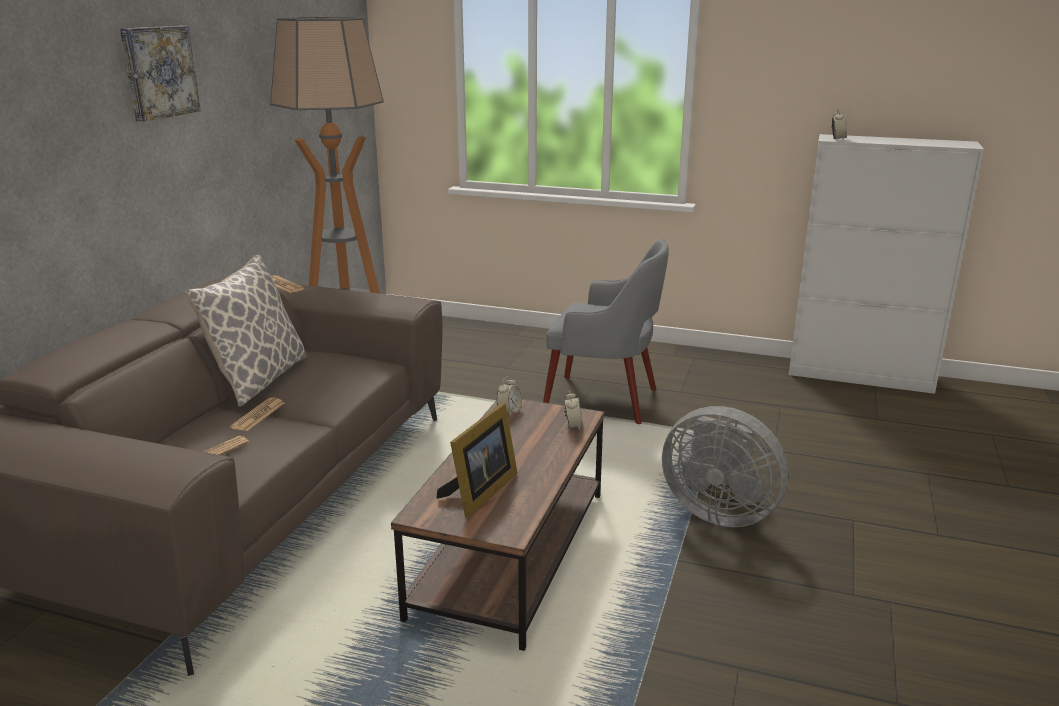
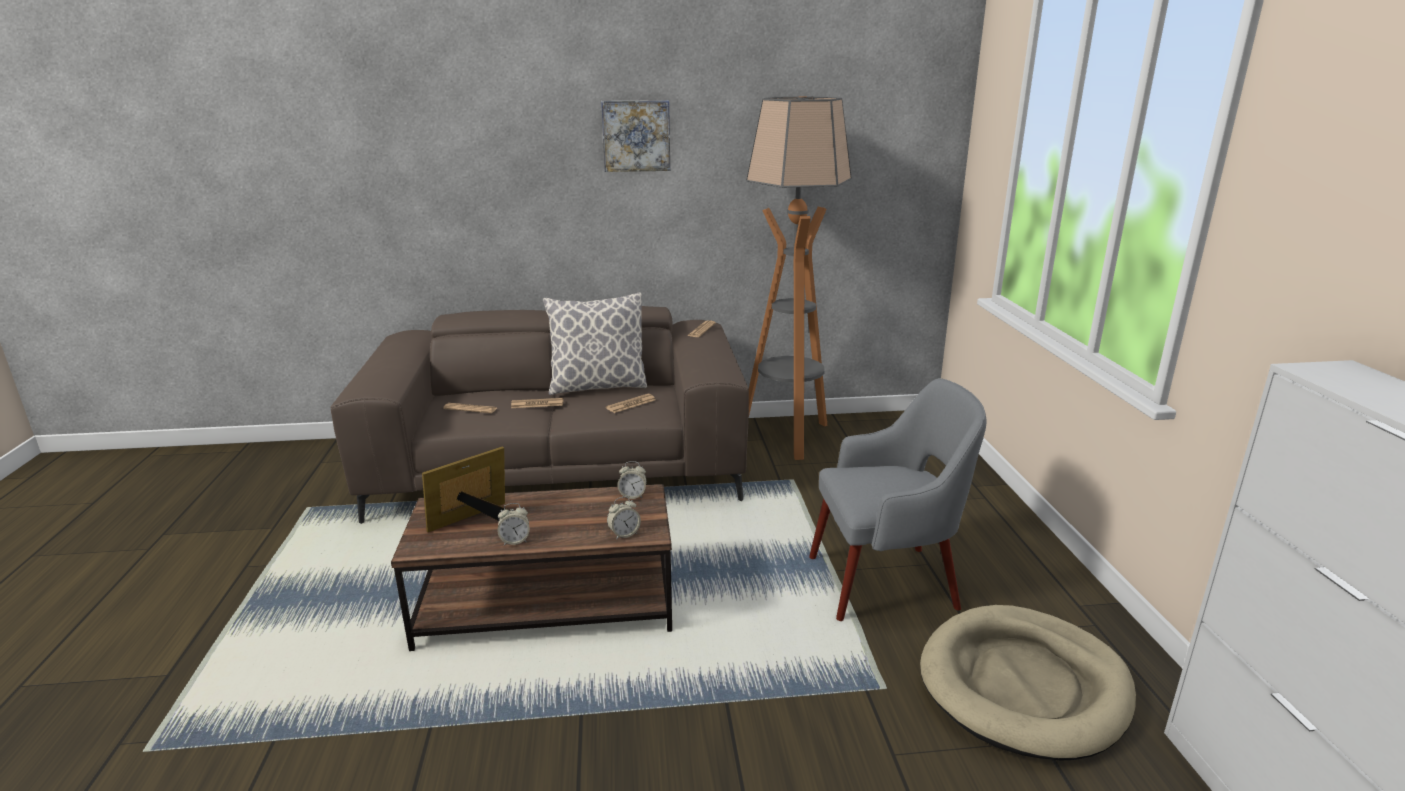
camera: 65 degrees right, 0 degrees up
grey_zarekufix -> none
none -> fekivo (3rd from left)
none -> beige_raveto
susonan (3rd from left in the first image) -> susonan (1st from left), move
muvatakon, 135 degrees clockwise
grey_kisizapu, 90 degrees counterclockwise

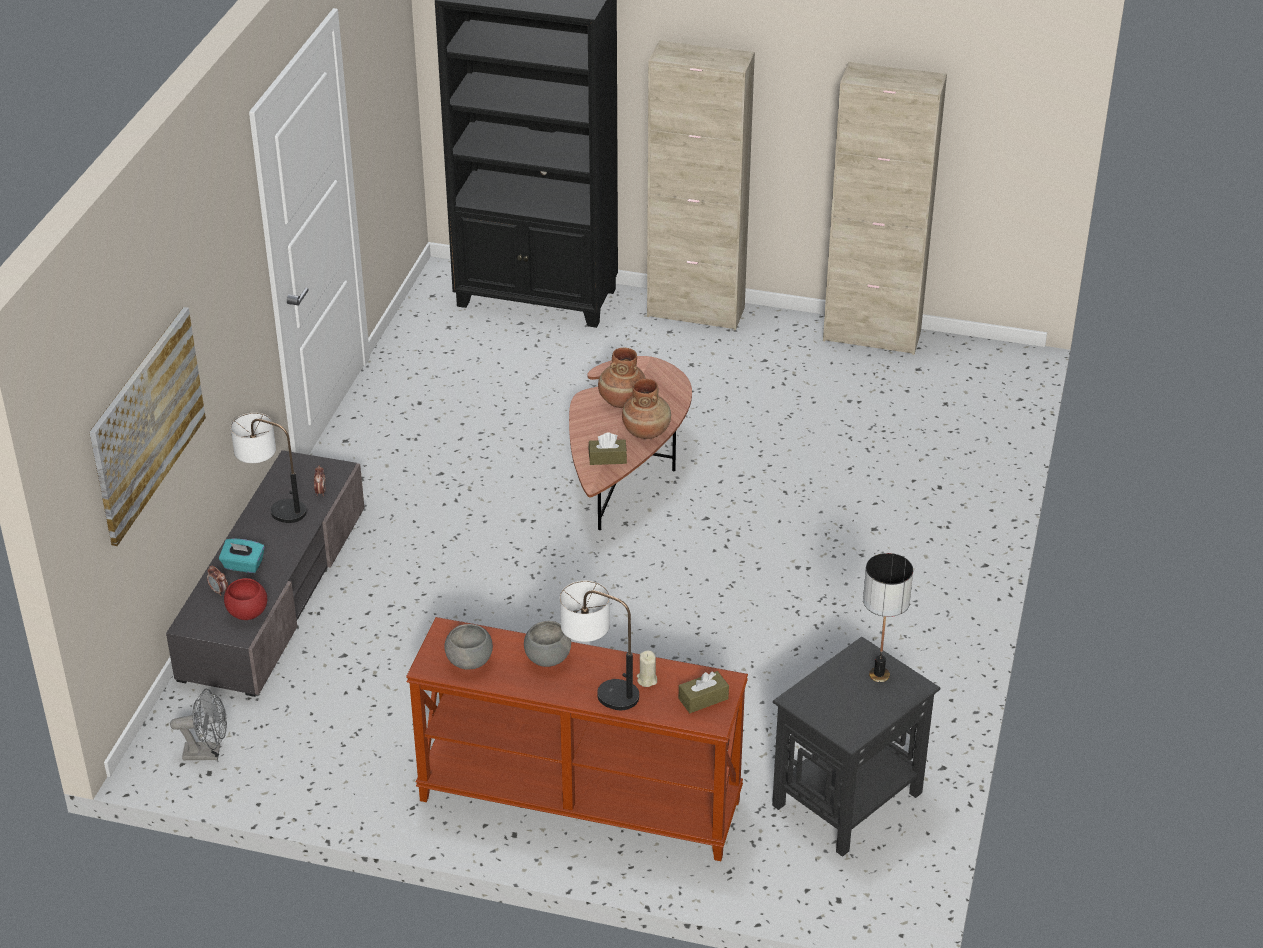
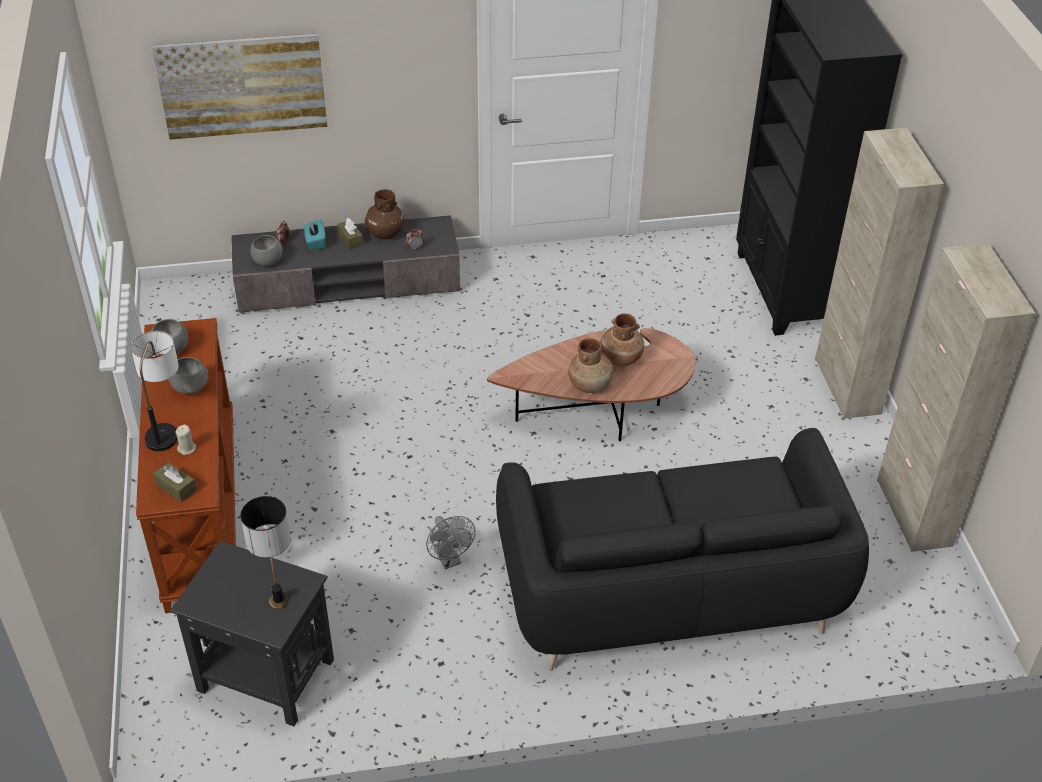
camera: 65 degrees right, 5 degrees up
none -> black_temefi
grey_zarekufix, move
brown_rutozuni (1st from left in the first image) -> brown_rutozuni (2nd from left), move
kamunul (1st from left) -> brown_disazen (1st from left)
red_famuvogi -> grey_famuvogi (3rd from left)

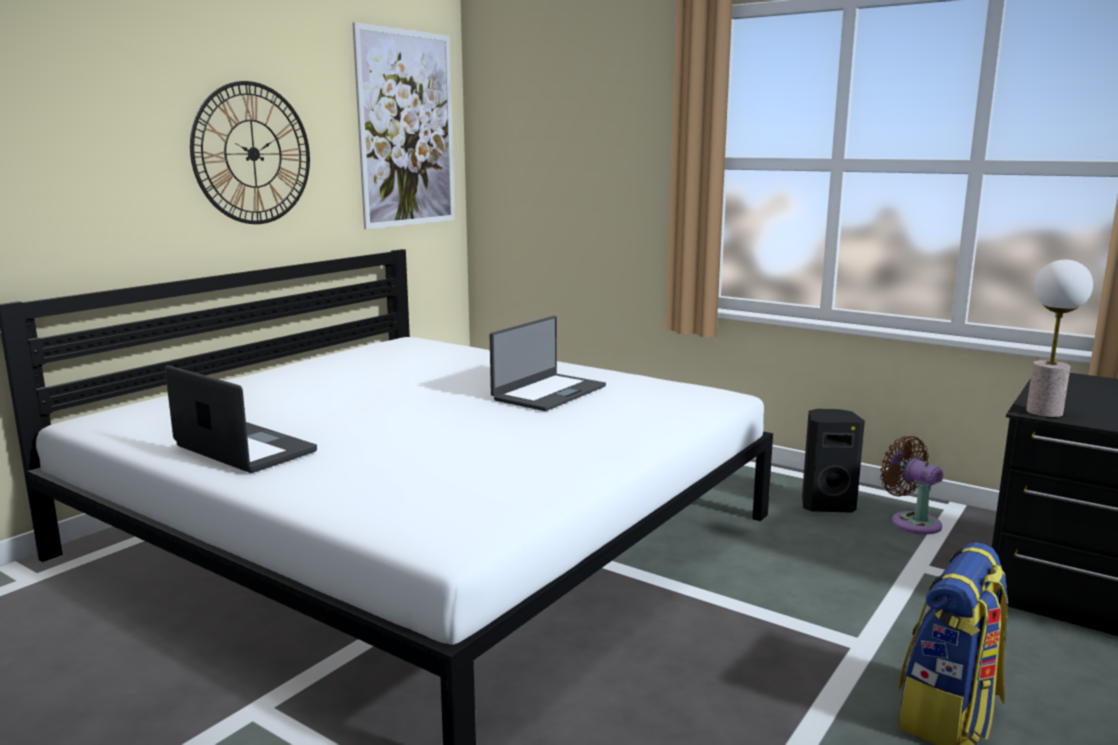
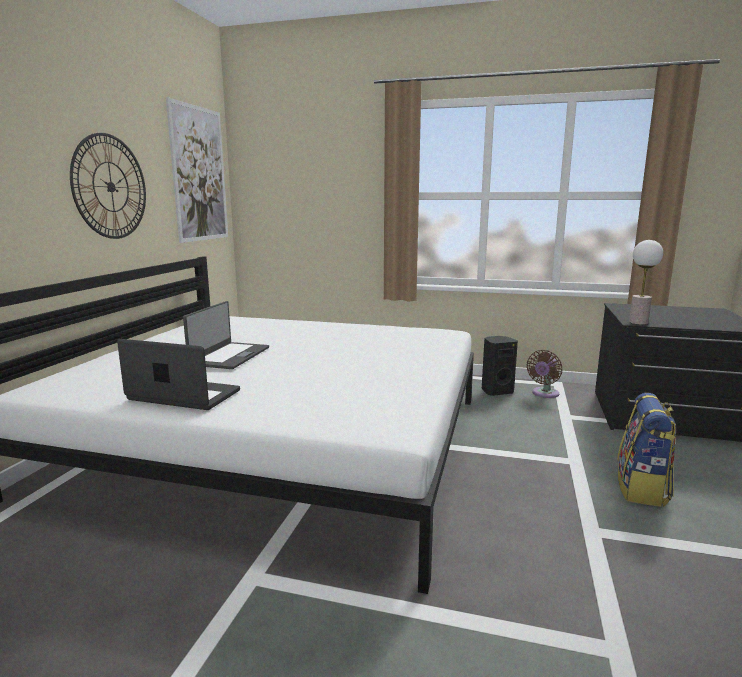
camera: 20 degrees left, 0 degrees up
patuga (2nd from left), move
brown_zarekufix, 90 degrees counterclockwise

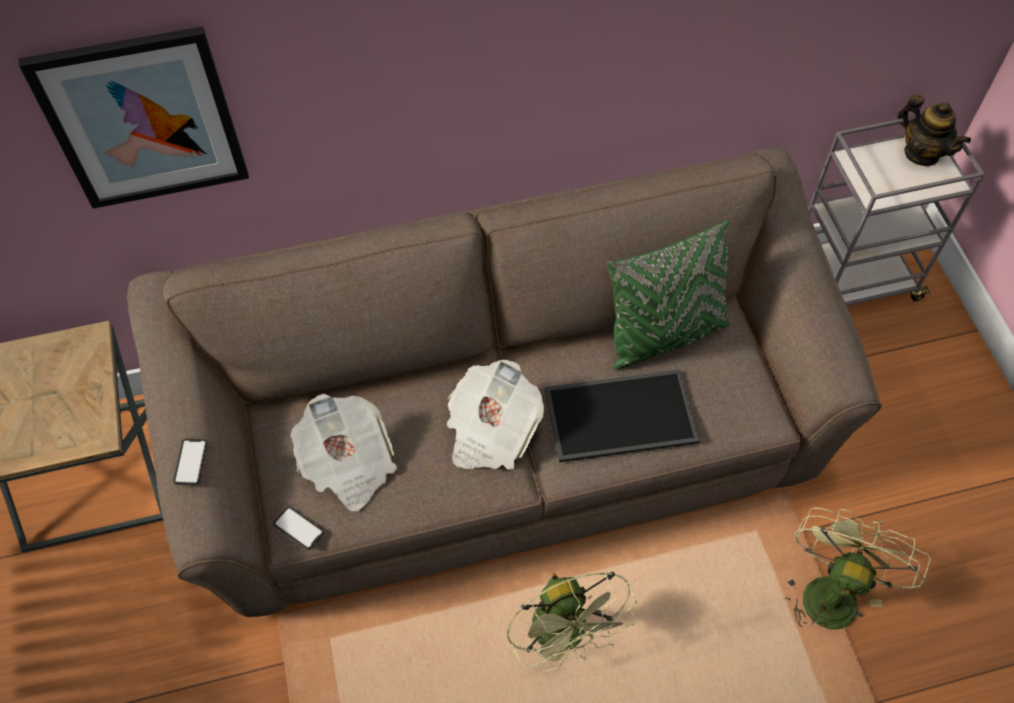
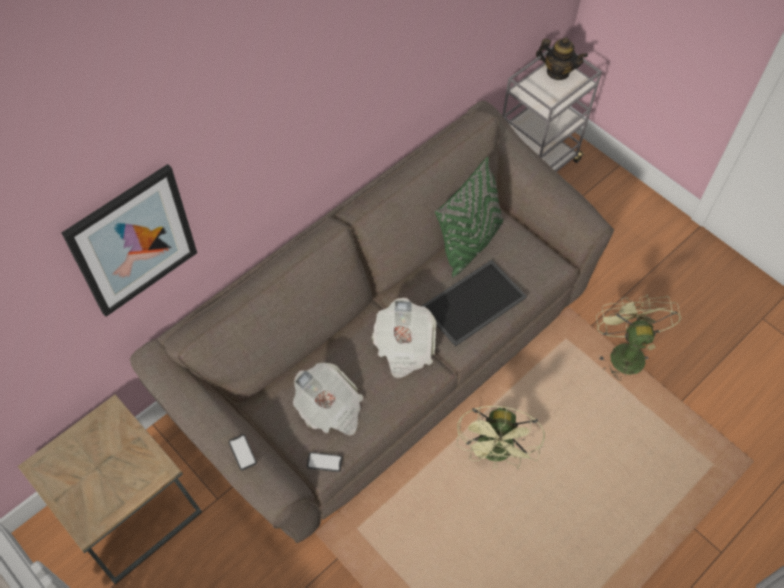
camera: 30 degrees left, 0 degrees up
green_zarekufix (1st from left), 60 degrees clockwise

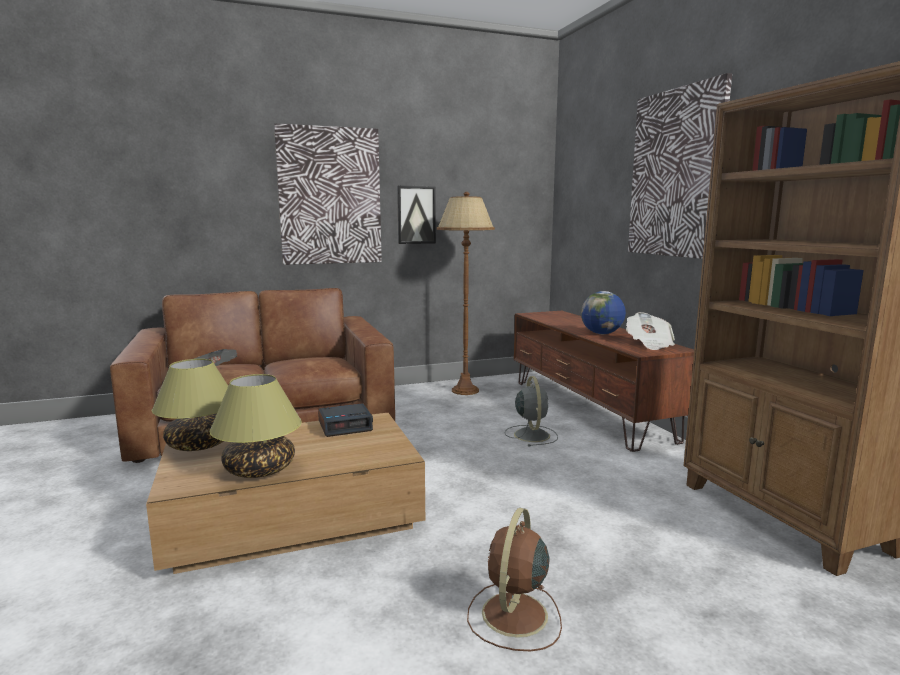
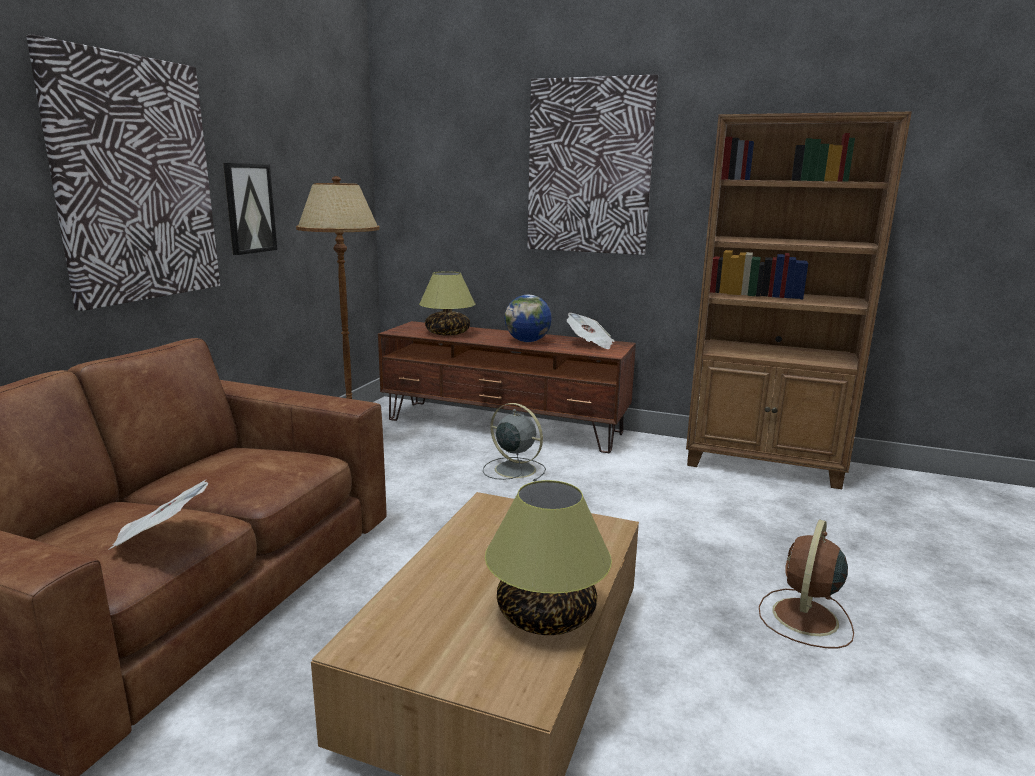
camera: 50 degrees left, 5 degrees up
susonan -> none
kamunul (1st from left), move
brown_zarekufix, 60 degrees clockwise

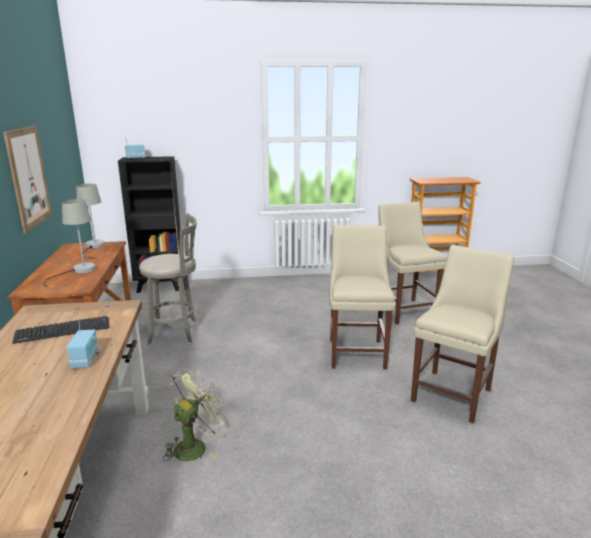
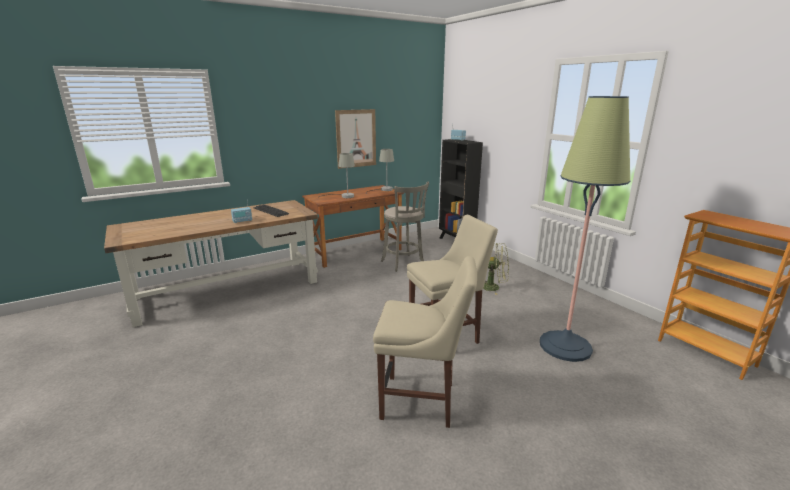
camera: 65 degrees right, 0 degrees up
green_zarekufix, move
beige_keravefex (2nd from left) -> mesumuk

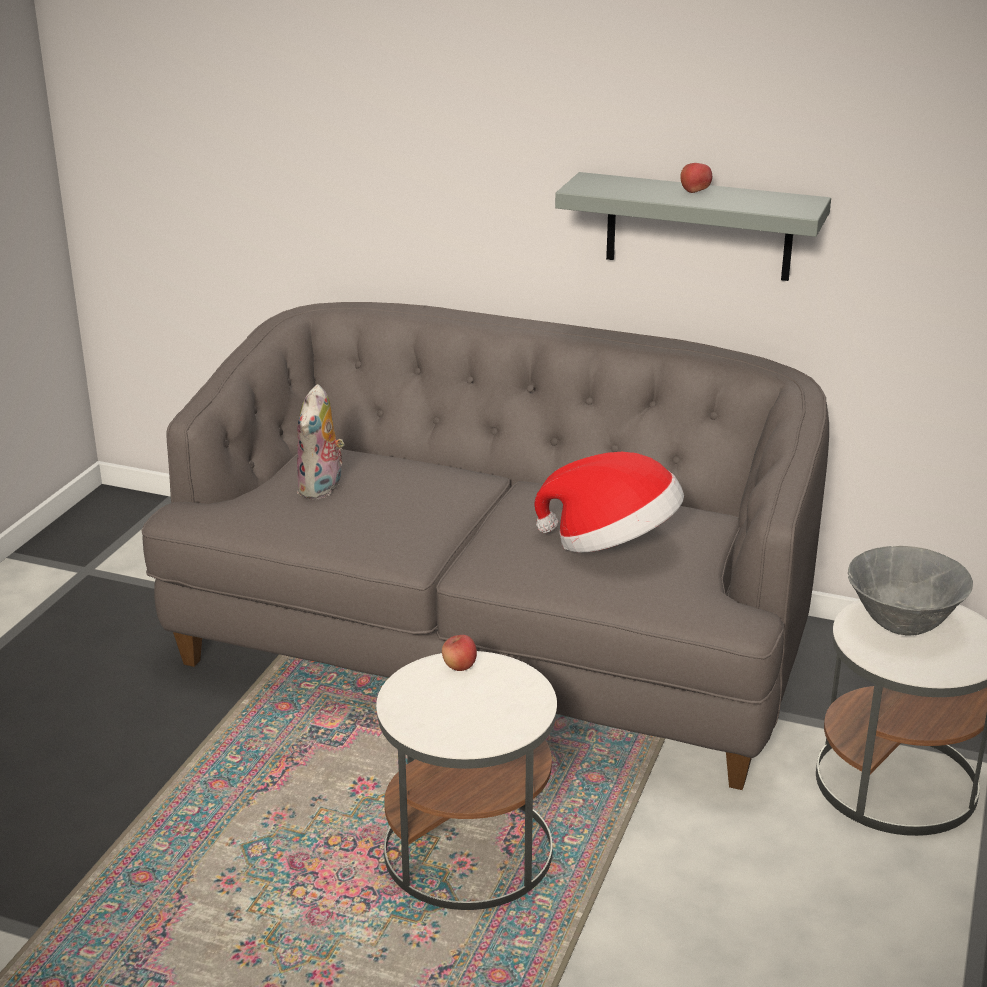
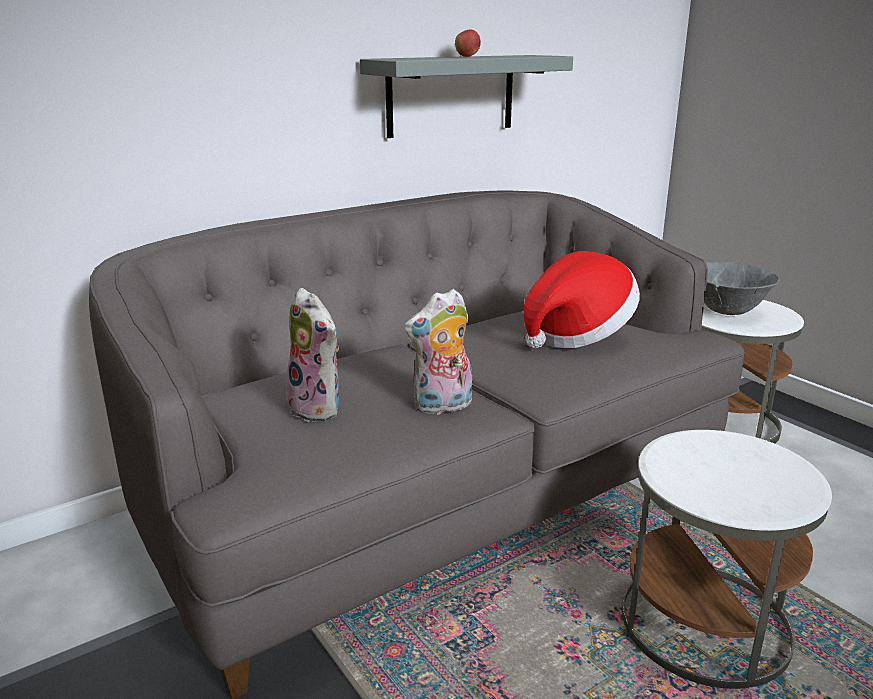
camera: 55 degrees left, 5 degrees down
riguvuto (1st from left) -> none
none -> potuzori (2nd from left)

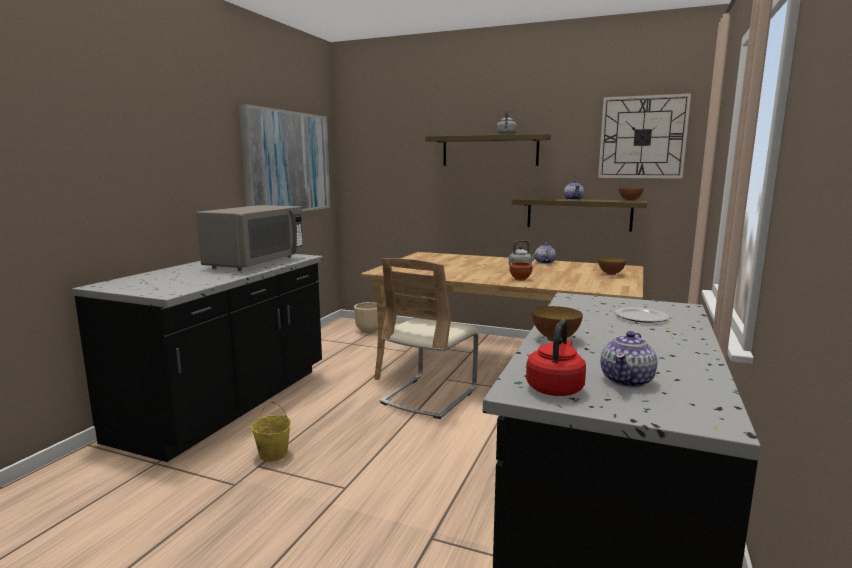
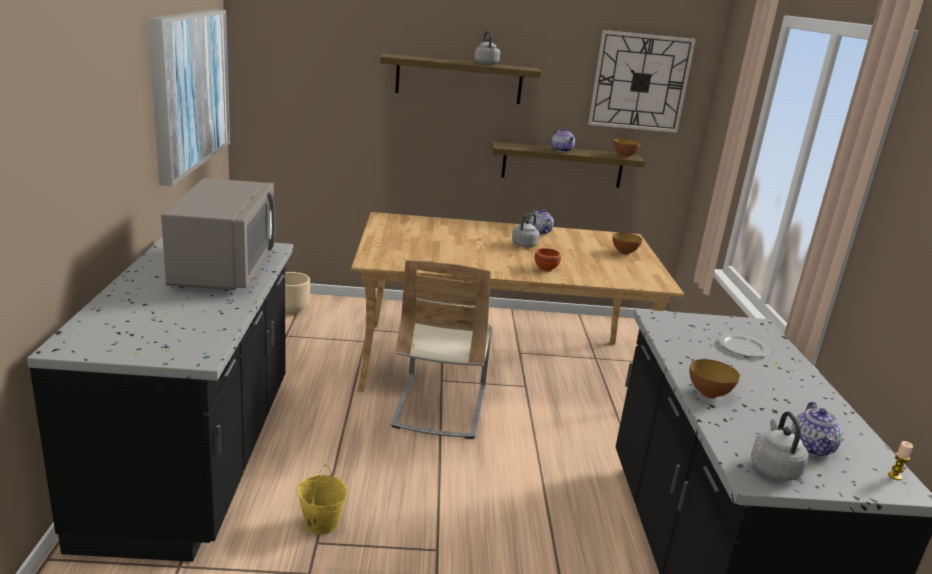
camera: 25 degrees left, 10 degrees up
none -> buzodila
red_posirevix -> grey_posirevix (3rd from left)

